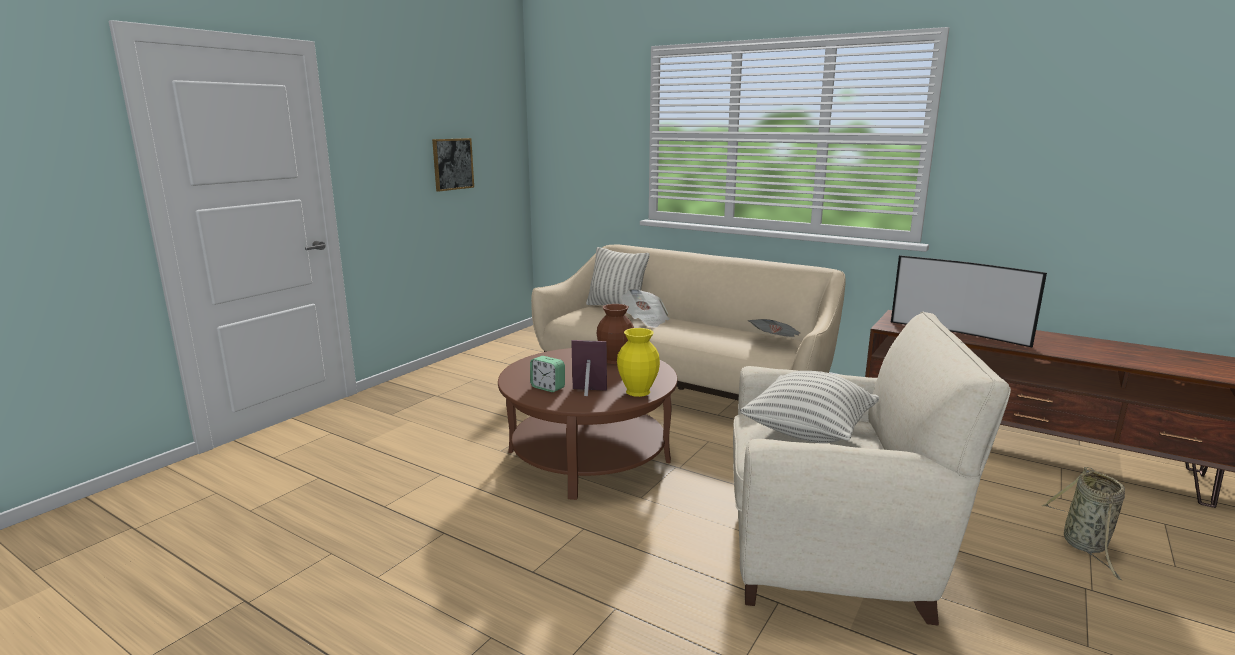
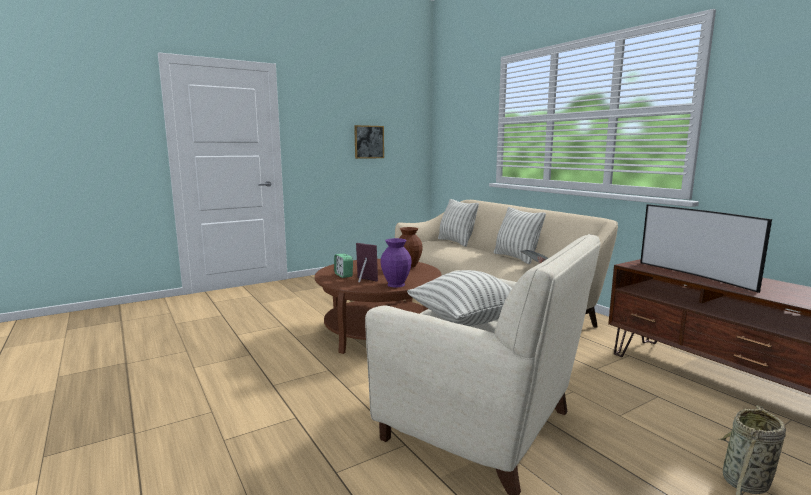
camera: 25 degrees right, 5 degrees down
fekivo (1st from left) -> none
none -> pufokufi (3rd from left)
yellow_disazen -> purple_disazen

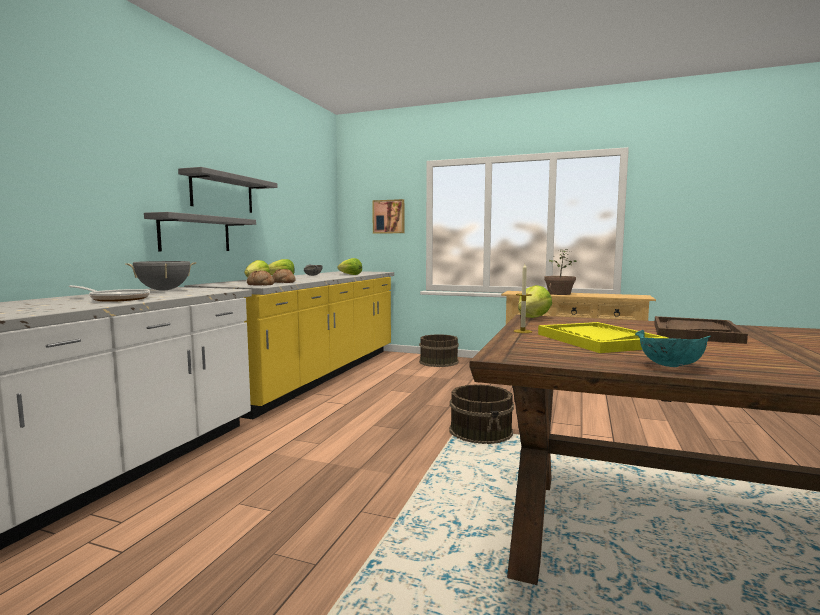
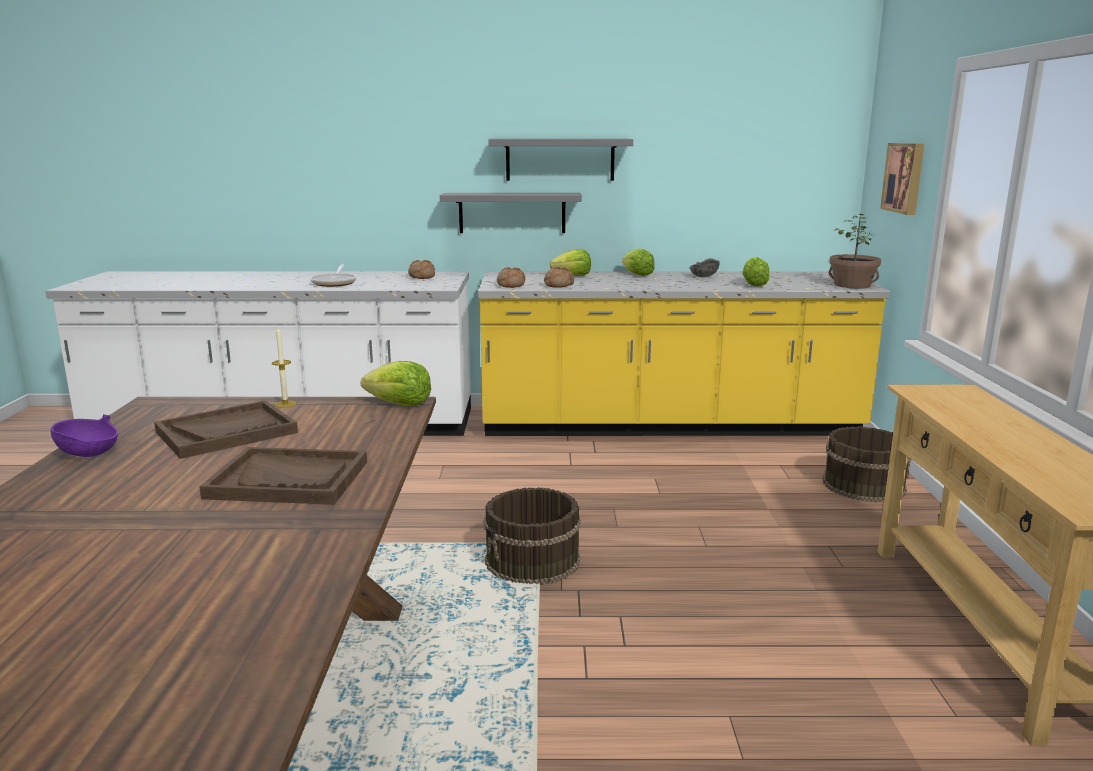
camera: 70 degrees right, 10 degrees up
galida, move
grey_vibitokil -> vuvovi (1st from left)
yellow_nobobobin -> brown_nobobobin (1st from left)
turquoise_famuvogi -> purple_famuvogi

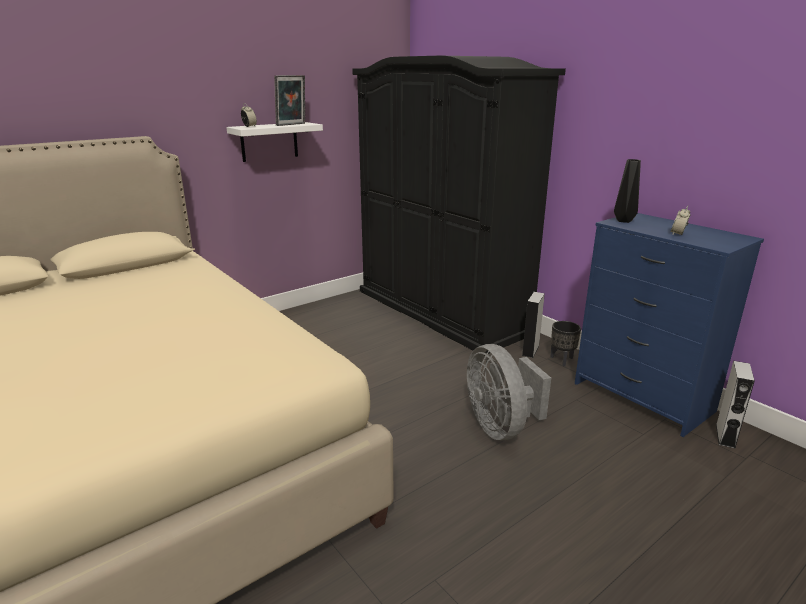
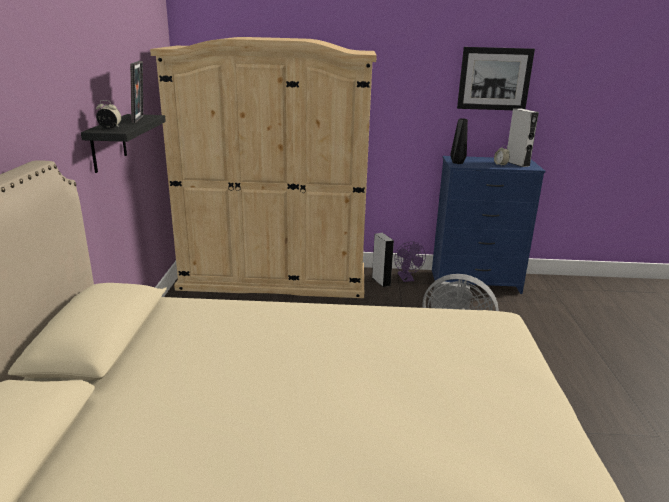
camera: 50 degrees left, 0 degrees up
none -> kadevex
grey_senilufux (2nd from left), move
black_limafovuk -> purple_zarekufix
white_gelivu -> black_gelivu
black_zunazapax -> beige_zunazapax

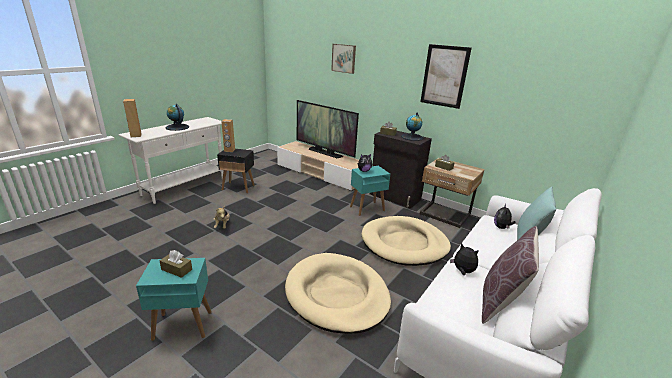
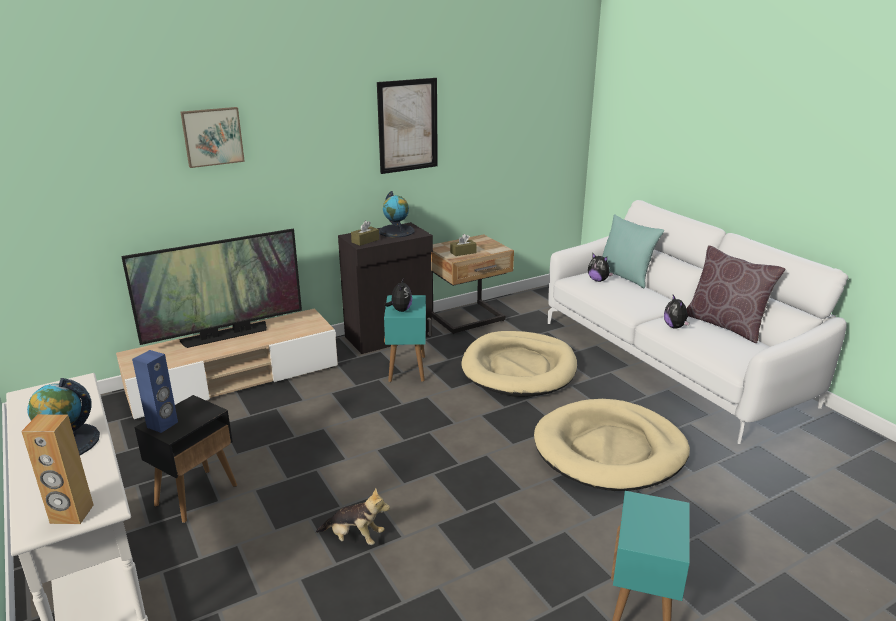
camera: 65 degrees left, 0 degrees up
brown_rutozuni (1st from left) -> none
brown_senilufux (2nd from left) -> blue_senilufux
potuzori (3rd from left in the first image) -> potuzori (4th from left), 75 degrees counterclockwise

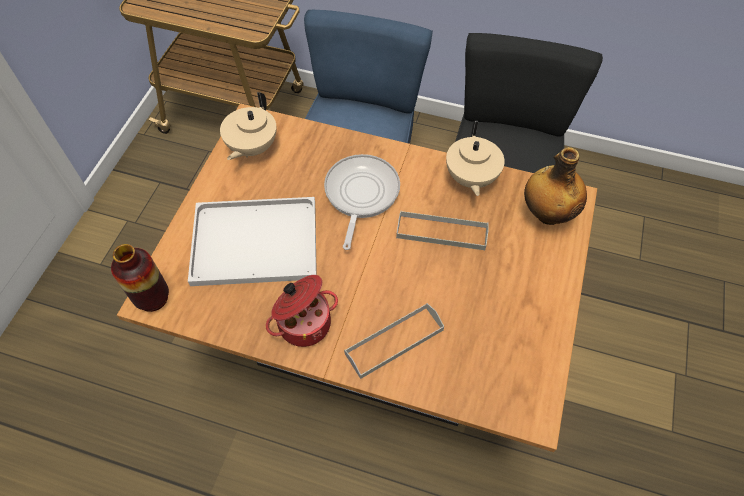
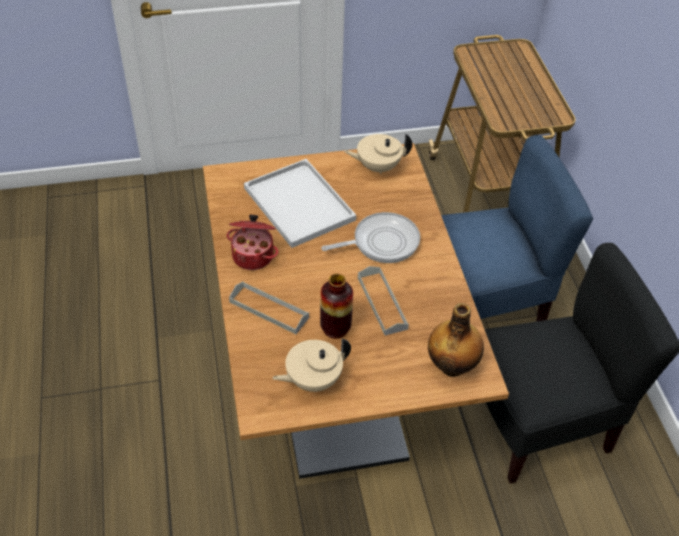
camera: 60 degrees right, 10 degrees down
disazen, move
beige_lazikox (2nd from left in the first image) -> beige_lazikox (1st from left), move

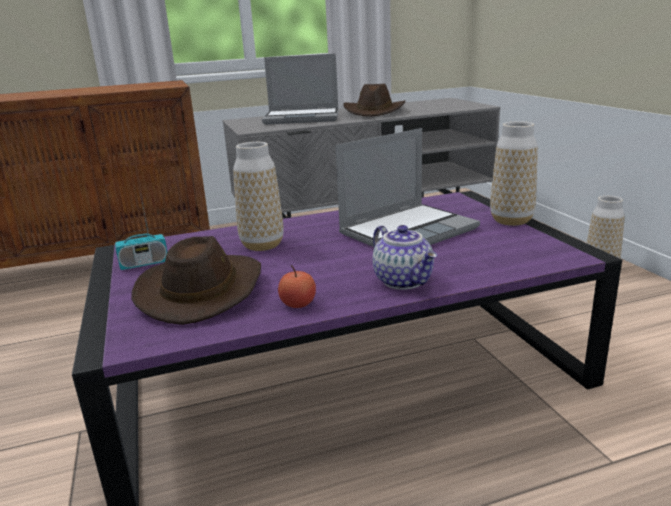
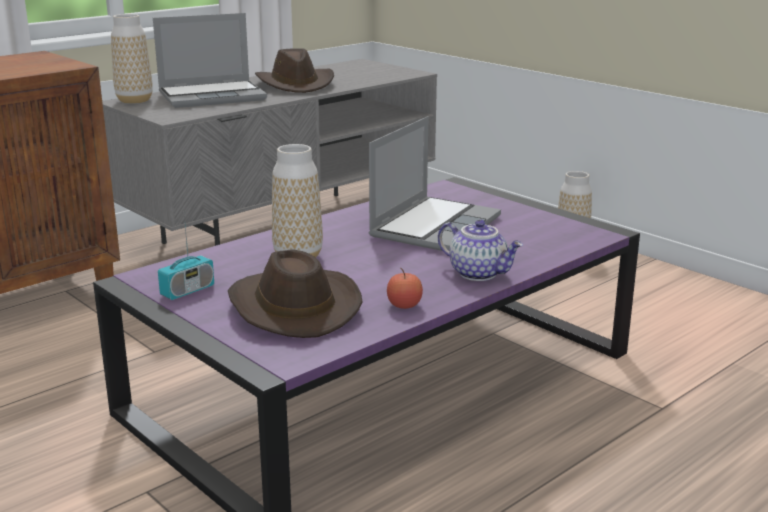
camera: 25 degrees left, 0 degrees up
disazen (2nd from left in the first image) -> disazen (1st from left), move

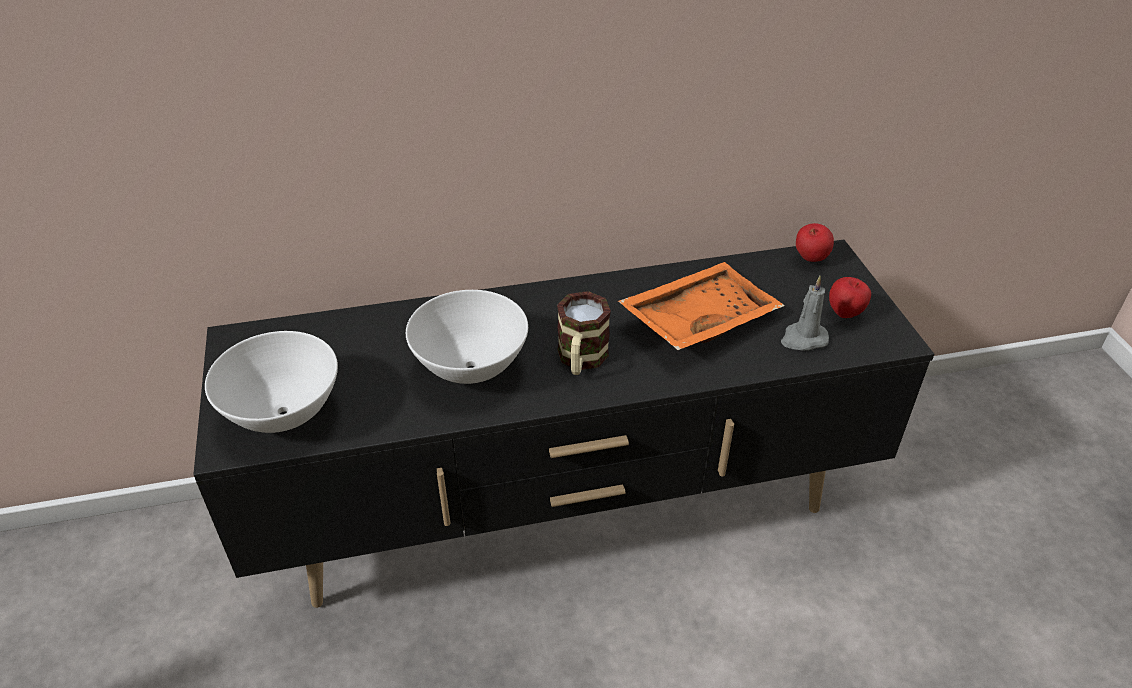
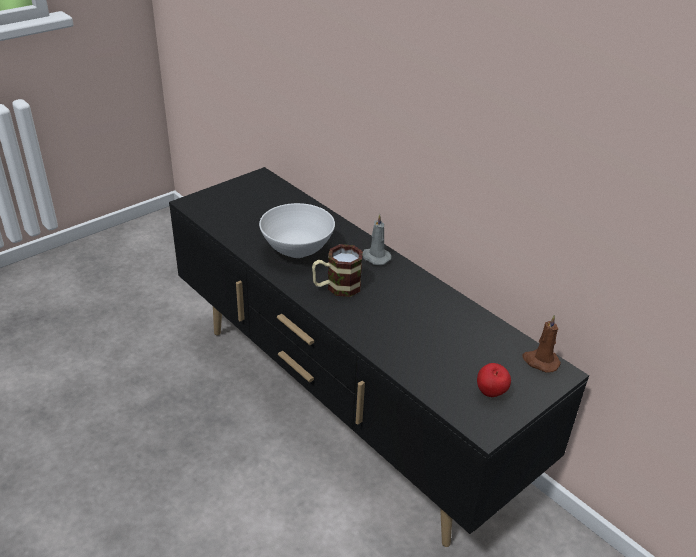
camera: 60 degrees right, 5 degrees down
white_famuvogi (1st from left) -> none
orange_nobobobin -> none
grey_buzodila, move
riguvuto (1st from left) -> brown_buzodila

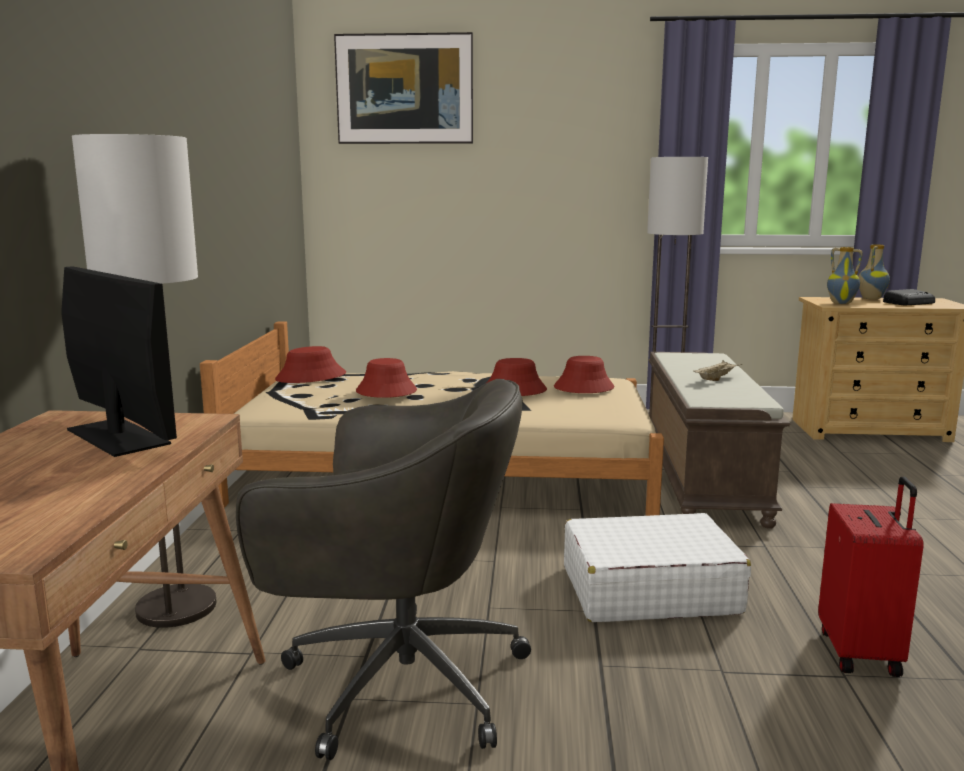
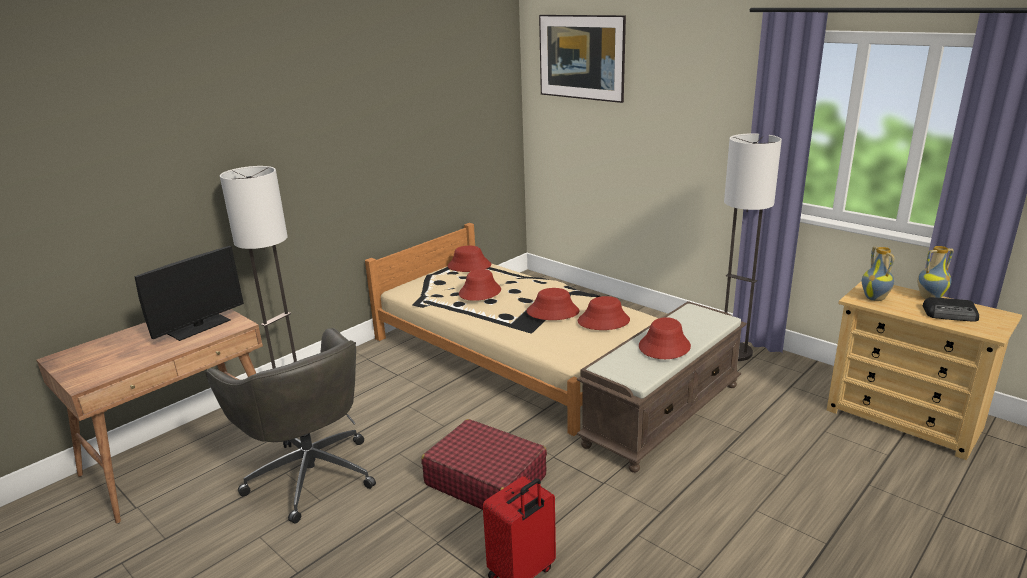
camera: 40 degrees right, 10 degrees up
beige_nobobobin -> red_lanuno (5th from left)
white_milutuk -> red_milutuk (1st from left)
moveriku, 45 degrees clockwise

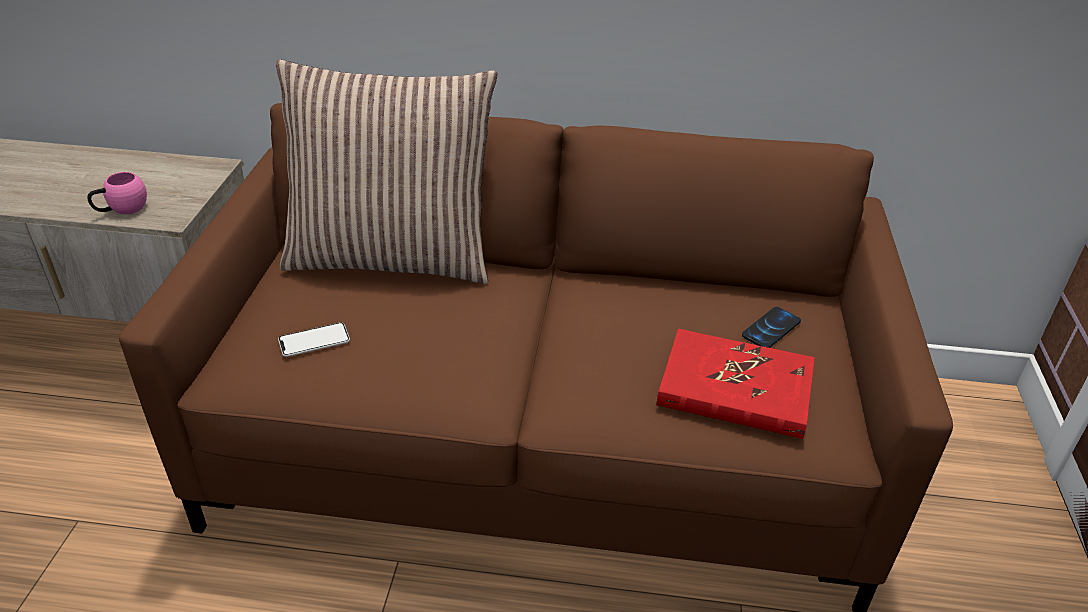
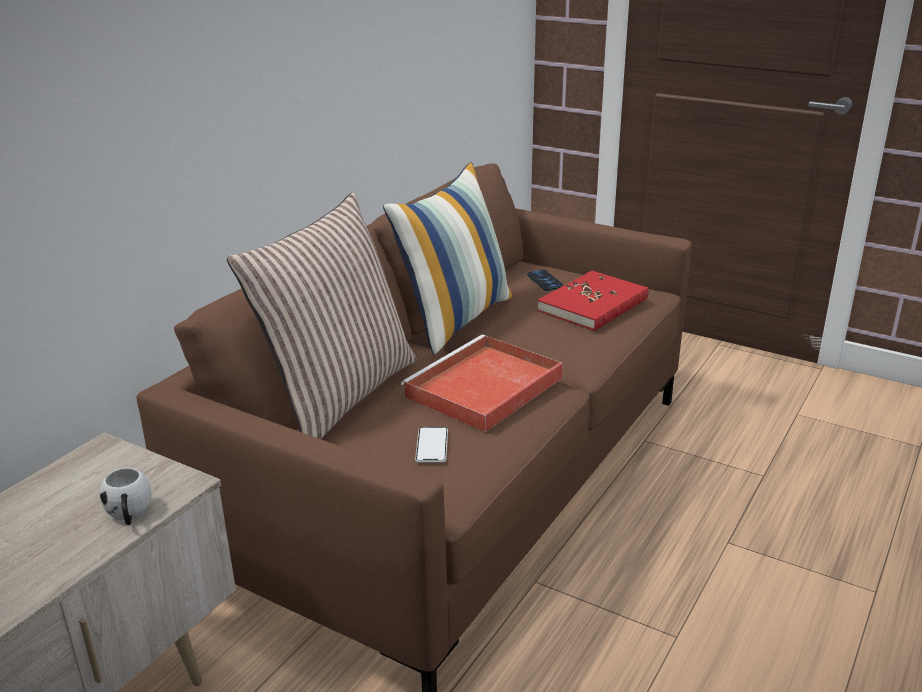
camera: 65 degrees left, 10 degrees down
none -> pufokufi (2nd from left)
none -> red_nobobobin
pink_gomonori -> white_gomonori

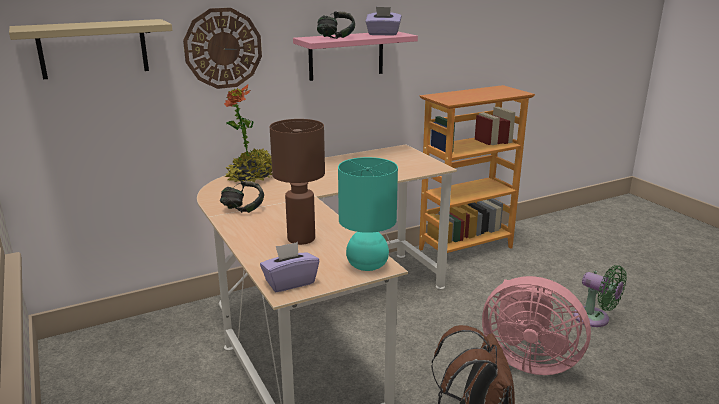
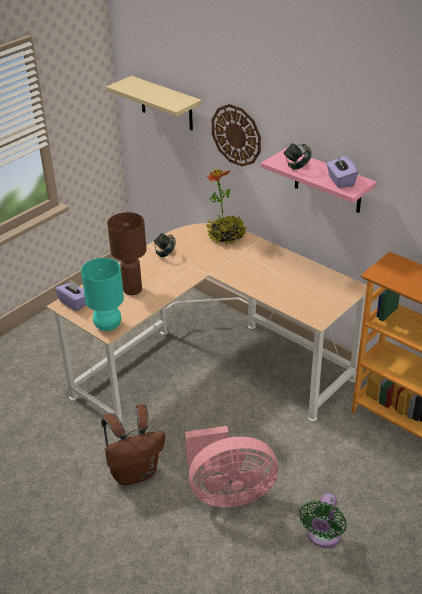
camera: 70 degrees right, 15 degrees up
pink_zarekufix, 105 degrees counterclockwise

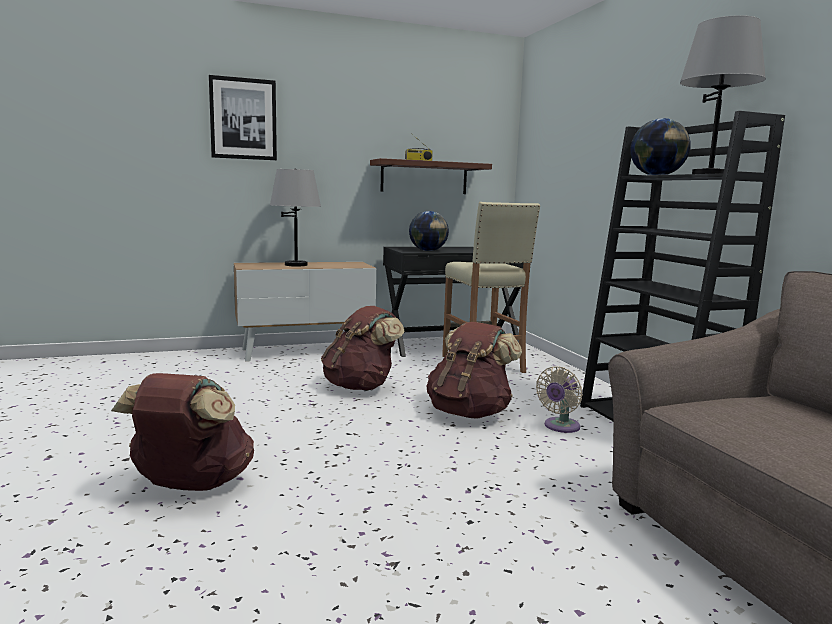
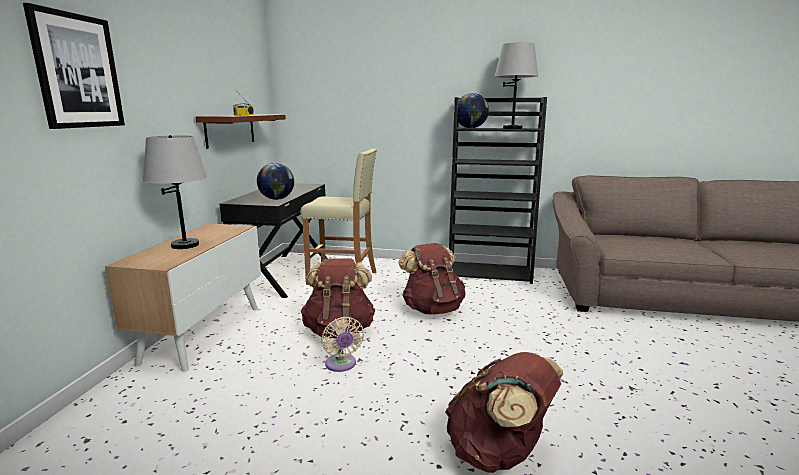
camera: 60 degrees left, 5 degrees up
beige_zarekufix, move

